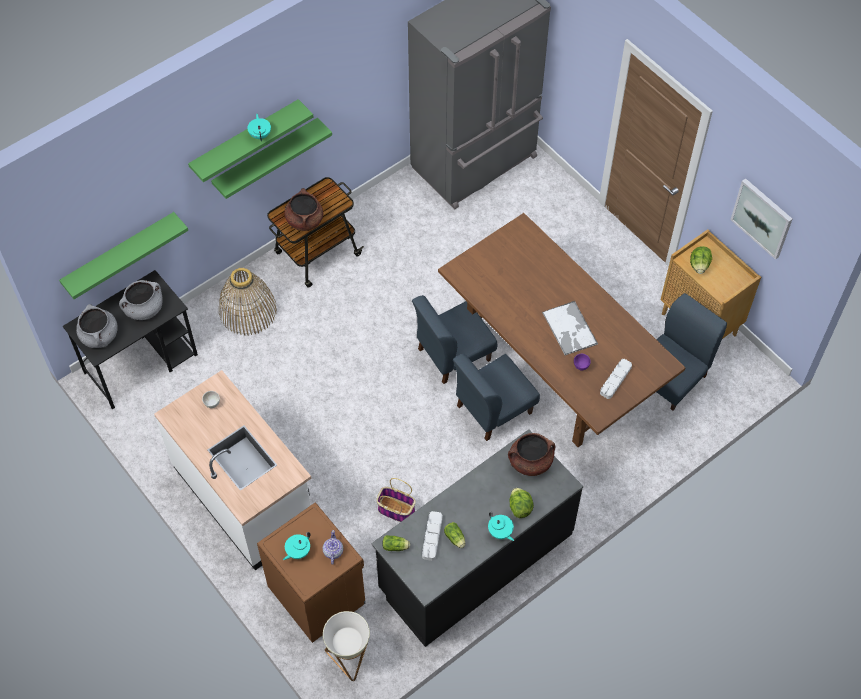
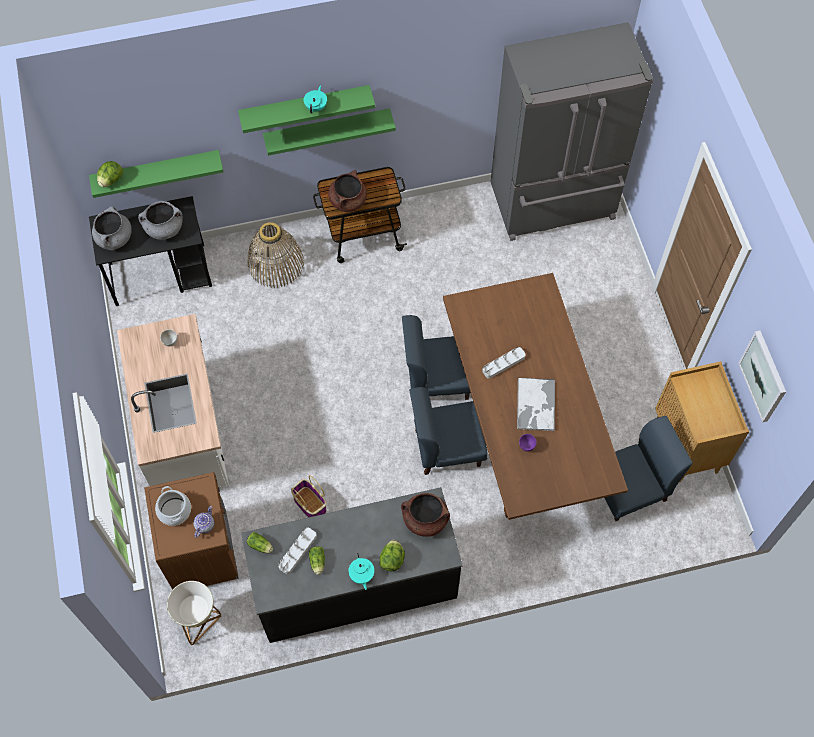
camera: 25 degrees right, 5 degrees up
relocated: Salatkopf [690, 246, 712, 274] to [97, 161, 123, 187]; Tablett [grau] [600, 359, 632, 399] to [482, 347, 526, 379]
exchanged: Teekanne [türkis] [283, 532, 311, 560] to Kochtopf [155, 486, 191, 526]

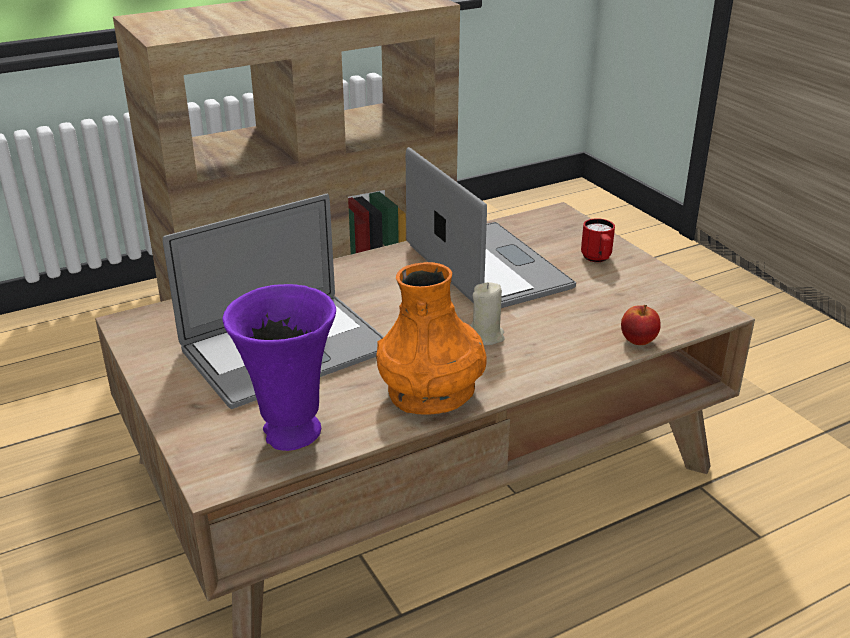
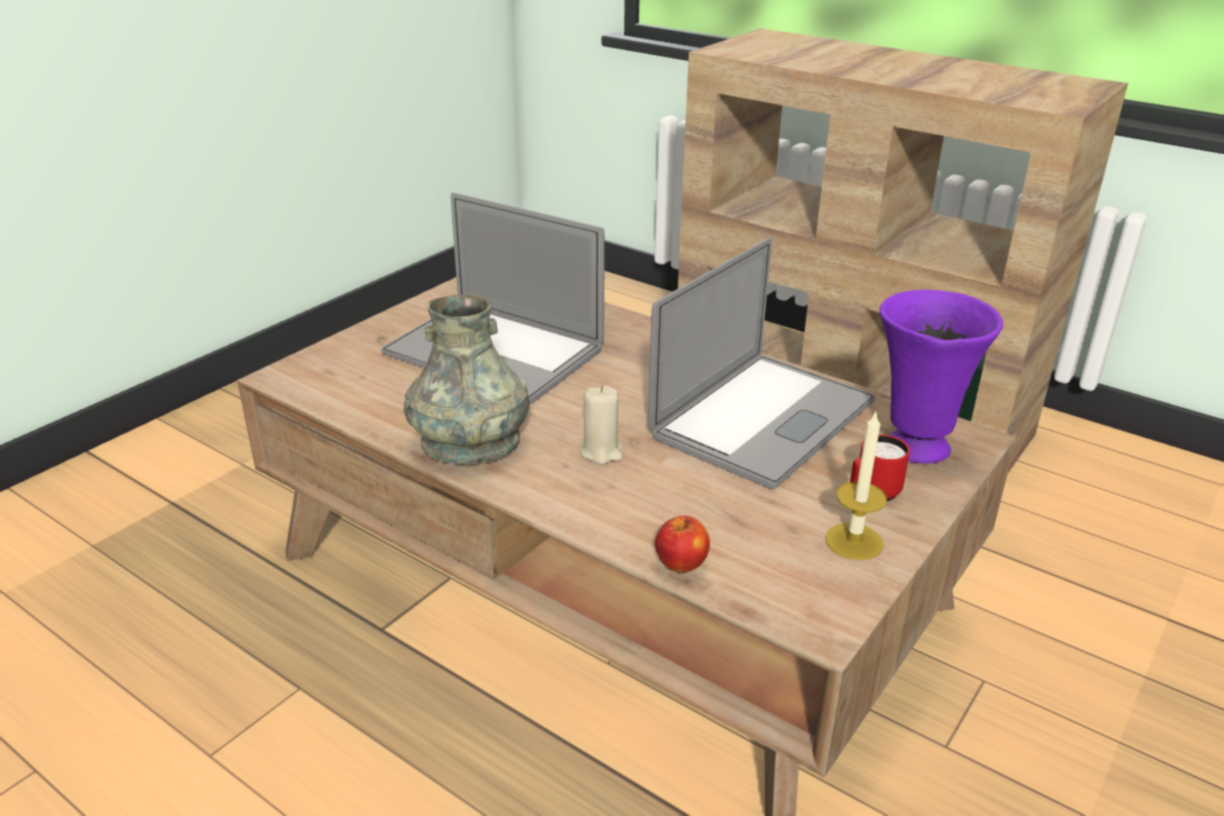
camera: 65 degrees right, 0 degrees up
appeared: Kerze [825, 410, 887, 560]
relocated: Vase [lila] [222, 284, 336, 451] to [880, 290, 1003, 464]
colour: Vase [orange] [376, 262, 487, 415] to Vase [grau] [404, 294, 530, 465]

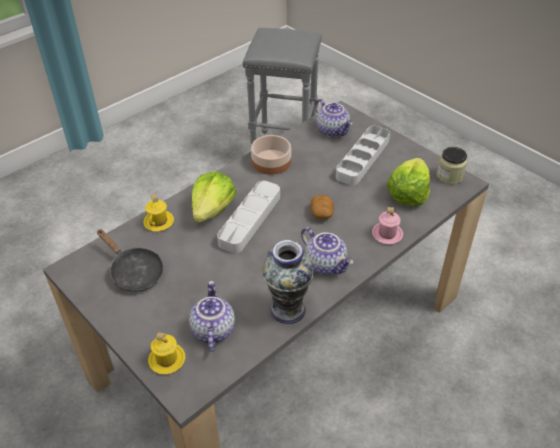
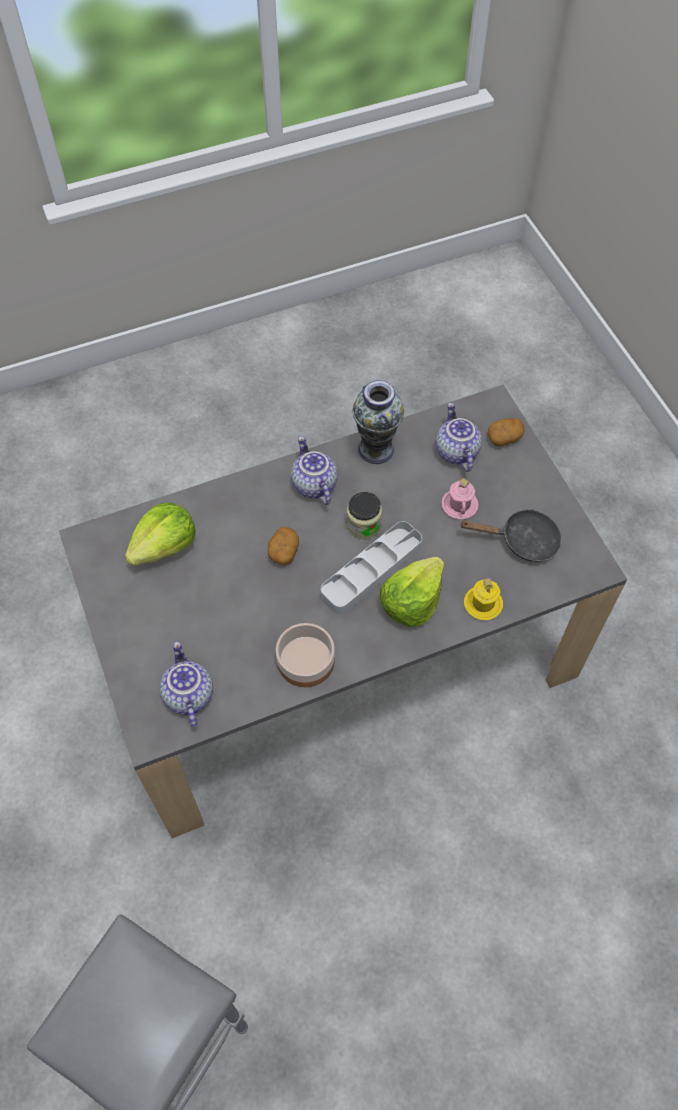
camera: 160 degrees left, 15 degrees up
missing: Tablett [grau] [336, 126, 390, 185]
relocated: Vorratsglas [437, 147, 467, 184] to [347, 492, 382, 539]; Henkelbecher [rosa] [372, 207, 403, 244] to [441, 478, 479, 519]
exchanged: Henkelbecher [gelb] [148, 332, 185, 374] to Kartoffel [488, 418, 525, 446]
spun: Teekanne [189, 281, 235, 352] = [436, 402, 482, 472] 150 degrees clockwise; Pfanne [schwarz] [97, 229, 163, 292] = [460, 509, 562, 562] 120 degrees clockwise

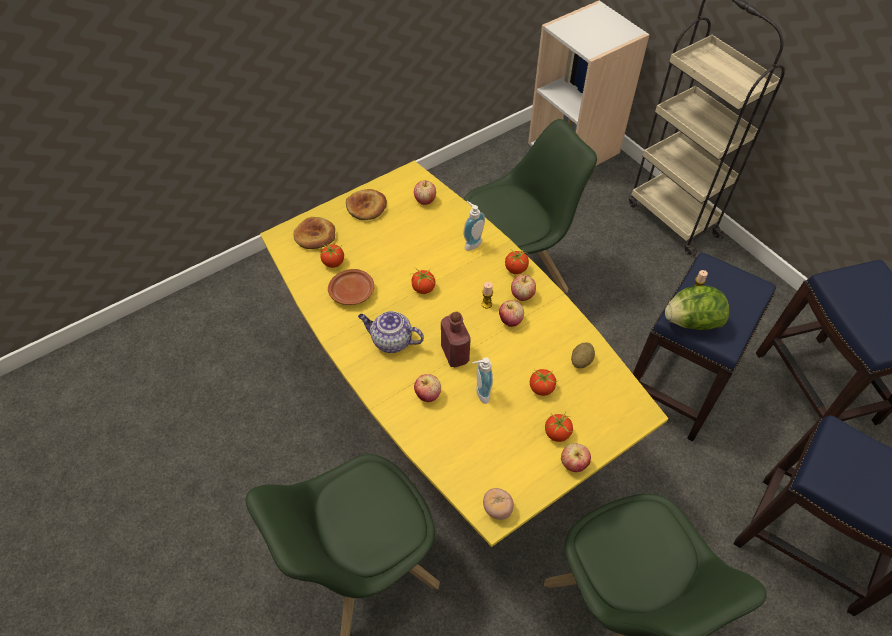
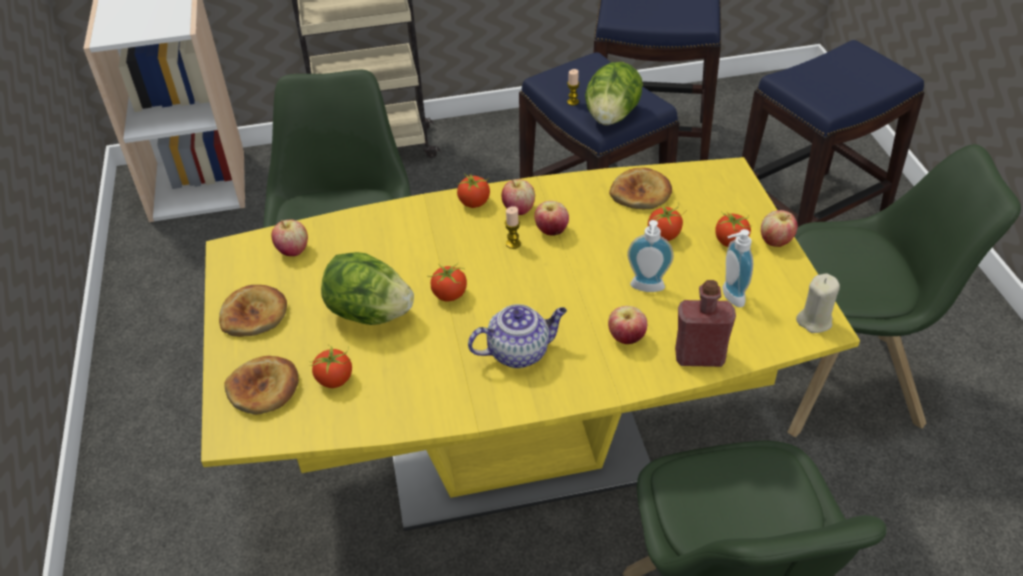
camera: 65 degrees left, 10 degrees down
missing: Teller [braun] [328, 269, 374, 305]
appeared: Salatkopf [321, 252, 414, 325]
relocated: Flasche [rot] [441, 312, 471, 367] to [675, 280, 736, 367]; Seifenspender [463, 201, 485, 251] to [722, 229, 753, 307]
exchanged: Kartoffel [571, 343, 595, 368] to Brot [609, 168, 672, 209]; Tomate [483, 488, 514, 520] to Kerze [beige] [796, 273, 840, 333]
spun: Teekanne [358, 311, 424, 353] = [468, 304, 567, 368] 150 degrees counterclockwise

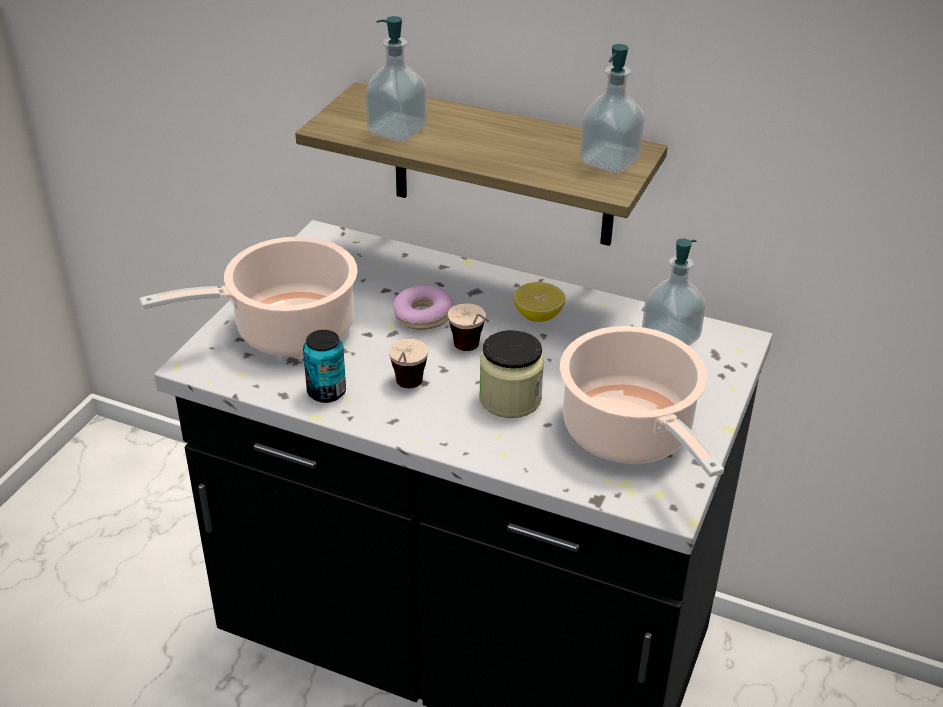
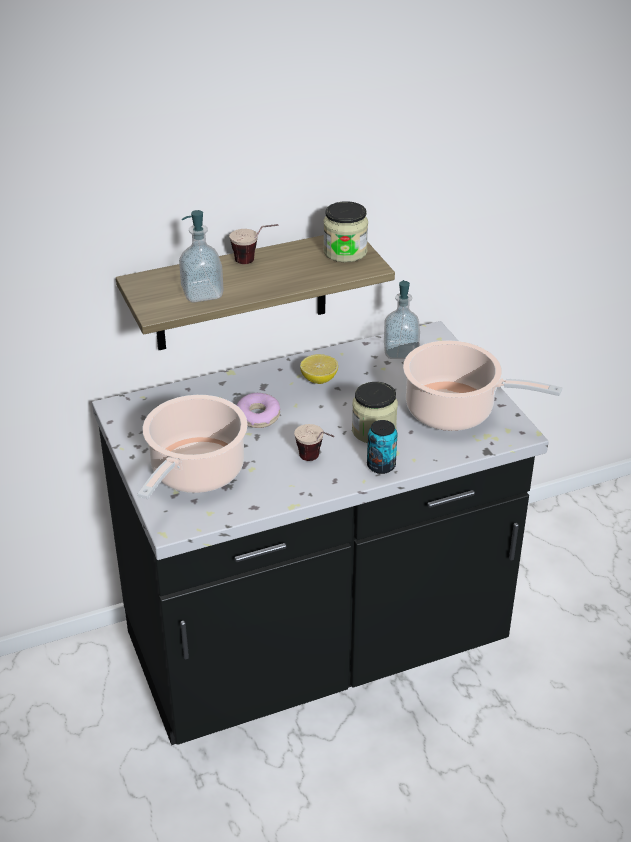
camera: 45 degrees left, 0 degrees up
relocated: Tasse [448, 303, 489, 351] to [229, 224, 279, 264]; Dose [303, 330, 346, 403] to [367, 420, 397, 474]
exchanged: Seifenspender [580, 44, 644, 173] to Vorratsglas [323, 201, 368, 262]

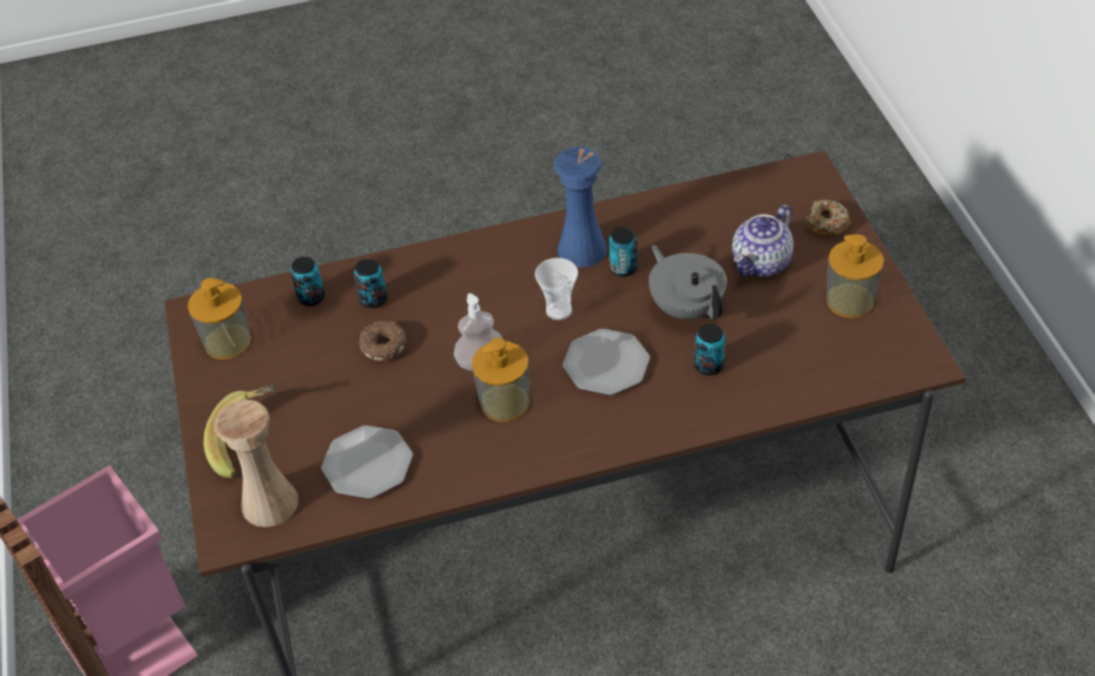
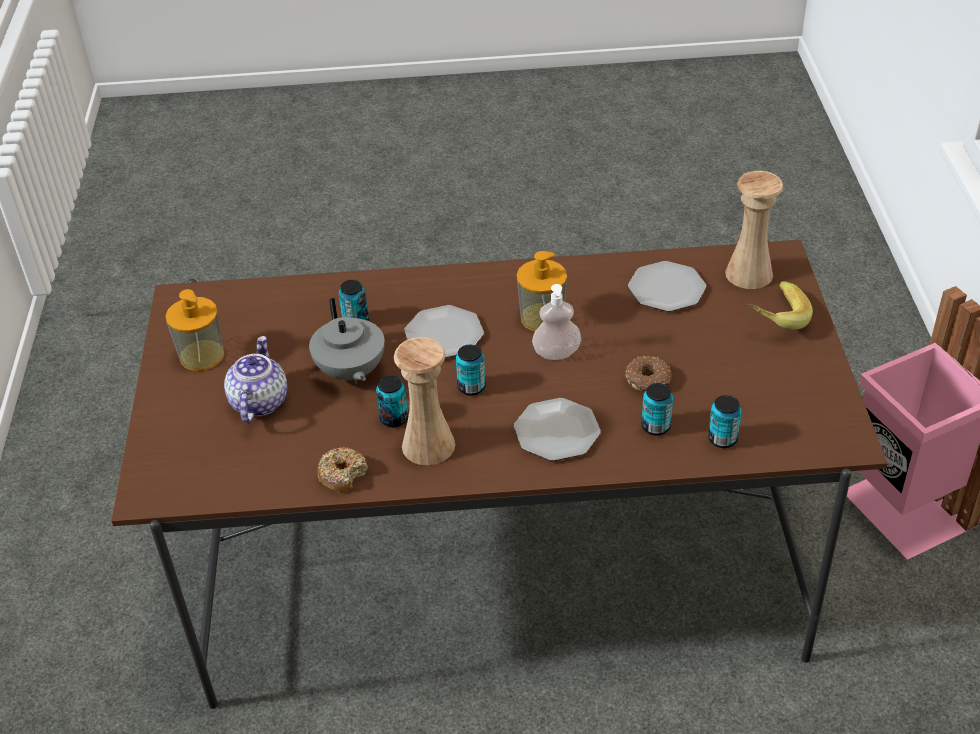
camera: 170 degrees left, 5 degrees down
missing: Seifenspender [188, 278, 251, 360]
appeared: Teller [514, 398, 601, 461]
relocated: Donut [805, 200, 851, 237] to [317, 447, 368, 492]
exchanged: Tasse [535, 258, 578, 320] to Dose [456, 345, 486, 396]
colour: Vase [blau] [554, 147, 607, 268] to Vase [beige] [394, 337, 455, 465]
spun: Teekanne [732, 205, 794, 277] = [224, 336, 287, 424] 45 degrees counterclockwise

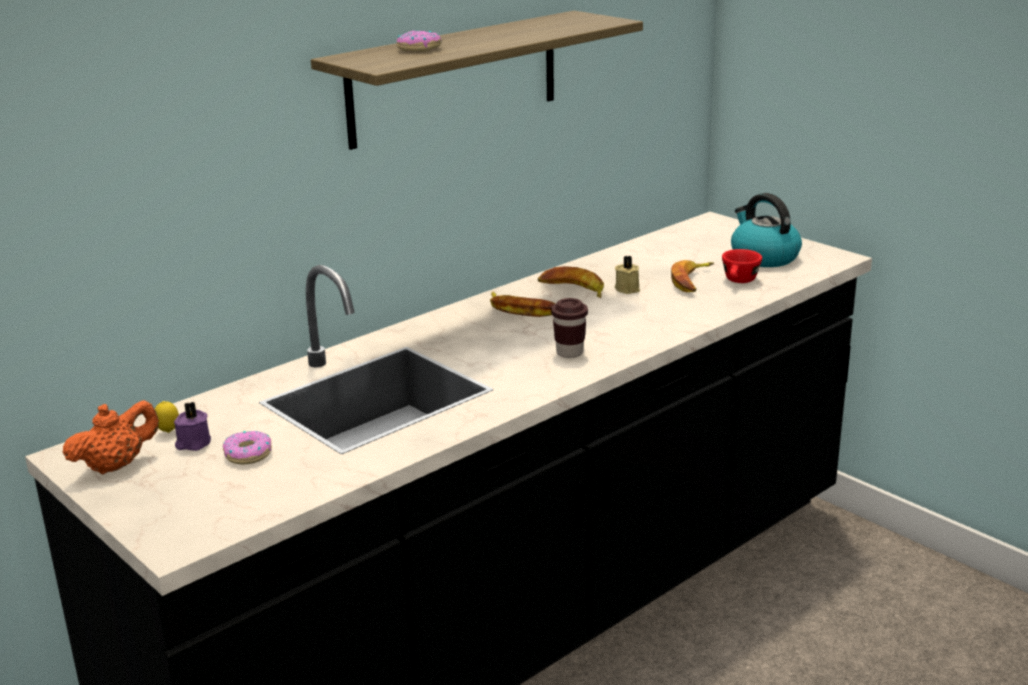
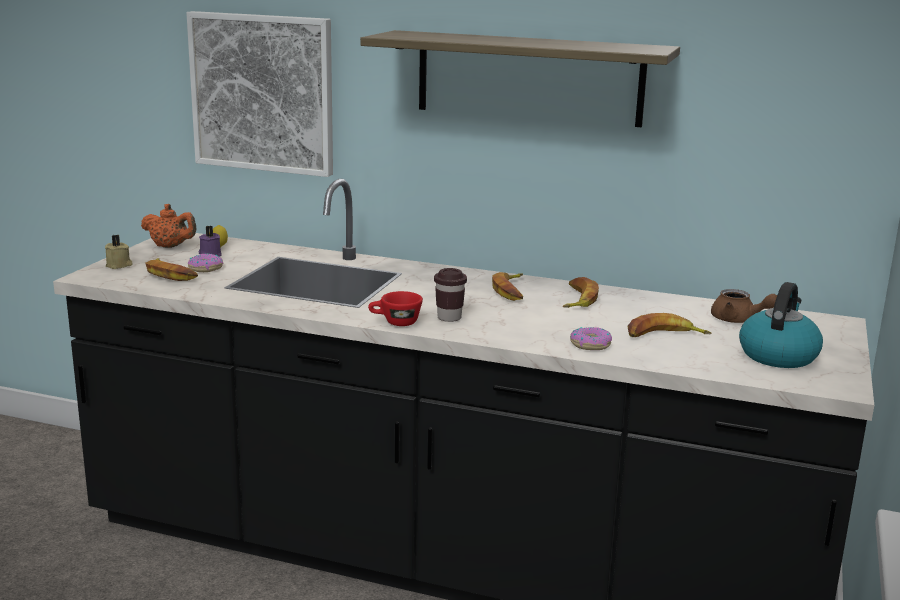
camera: 60 degrees right, 5 degrees down
appeared: Banane [145, 258, 198, 281]; Bild [186, 11, 333, 177]; Teekanne [braun] [711, 289, 777, 323]
relocated: Kerze [beige] [615, 256, 640, 294] to [105, 235, 133, 269]; Tasse [rot] [722, 249, 762, 283] to [368, 291, 423, 326]; Donut [397, 30, 442, 52] to [570, 327, 612, 350]

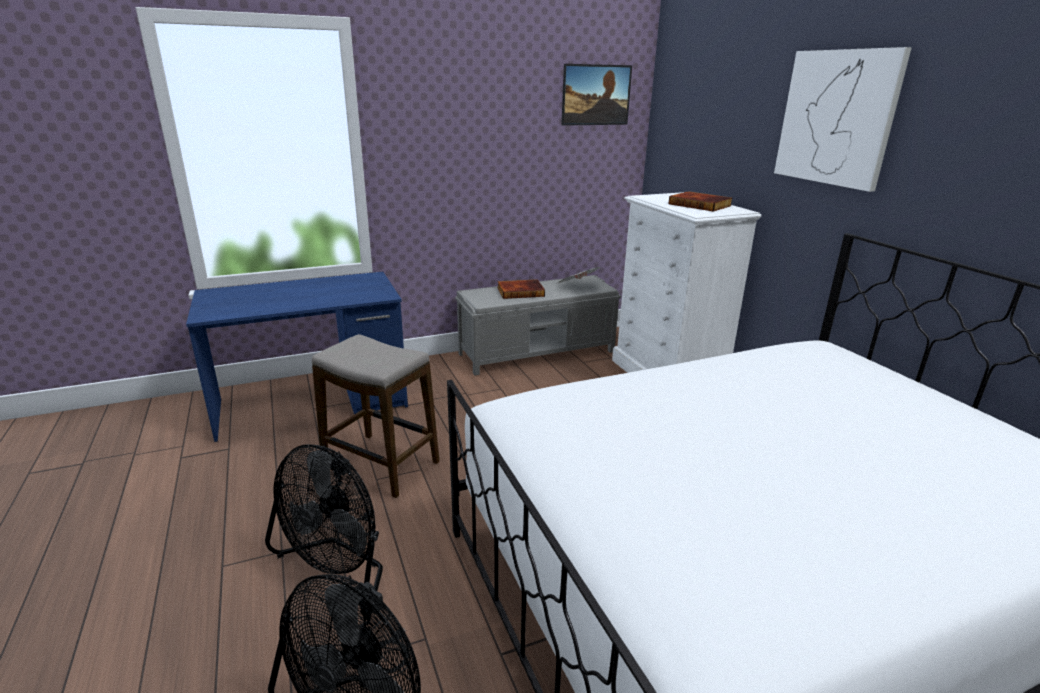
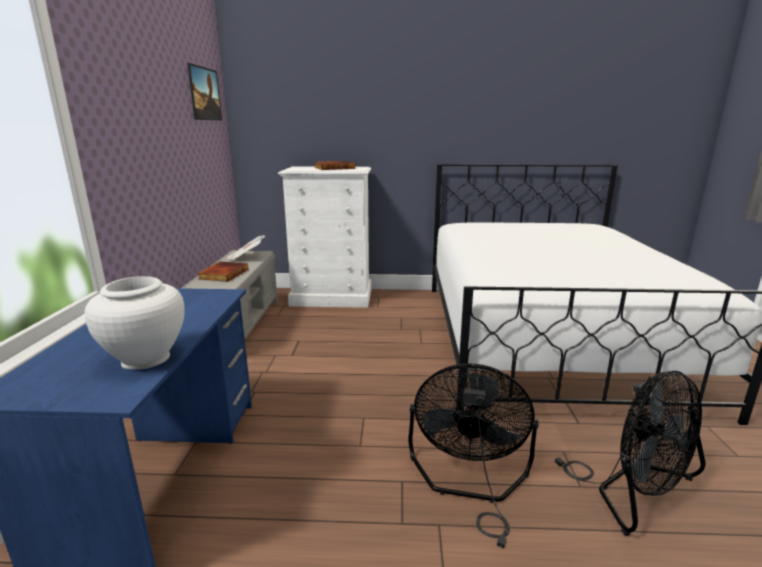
camera: 65 degrees left, 5 degrees down
missing: Hocker [312, 334, 440, 498]; Bild [774, 47, 912, 192]
appeared: Vase [weiß] [84, 276, 185, 370]
spun: Ventilator [schwarz] [265, 444, 383, 615] = [408, 364, 539, 548] 135 degrees counterclockwise

